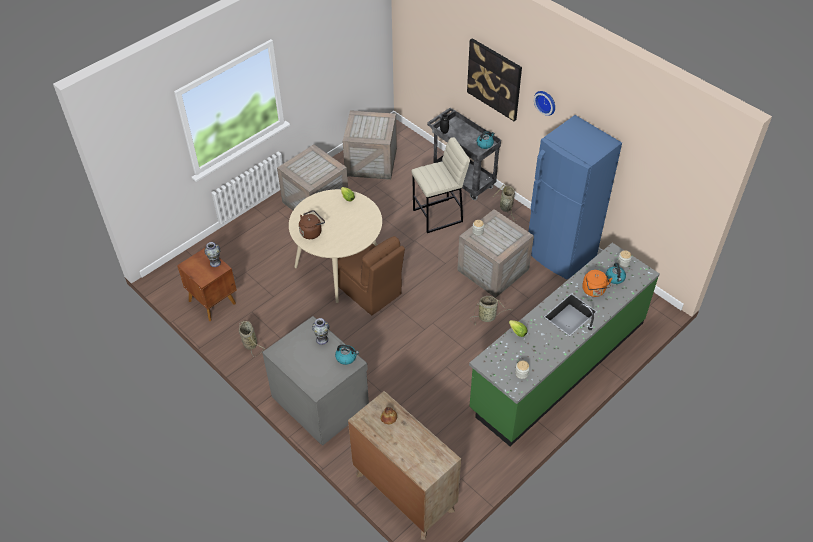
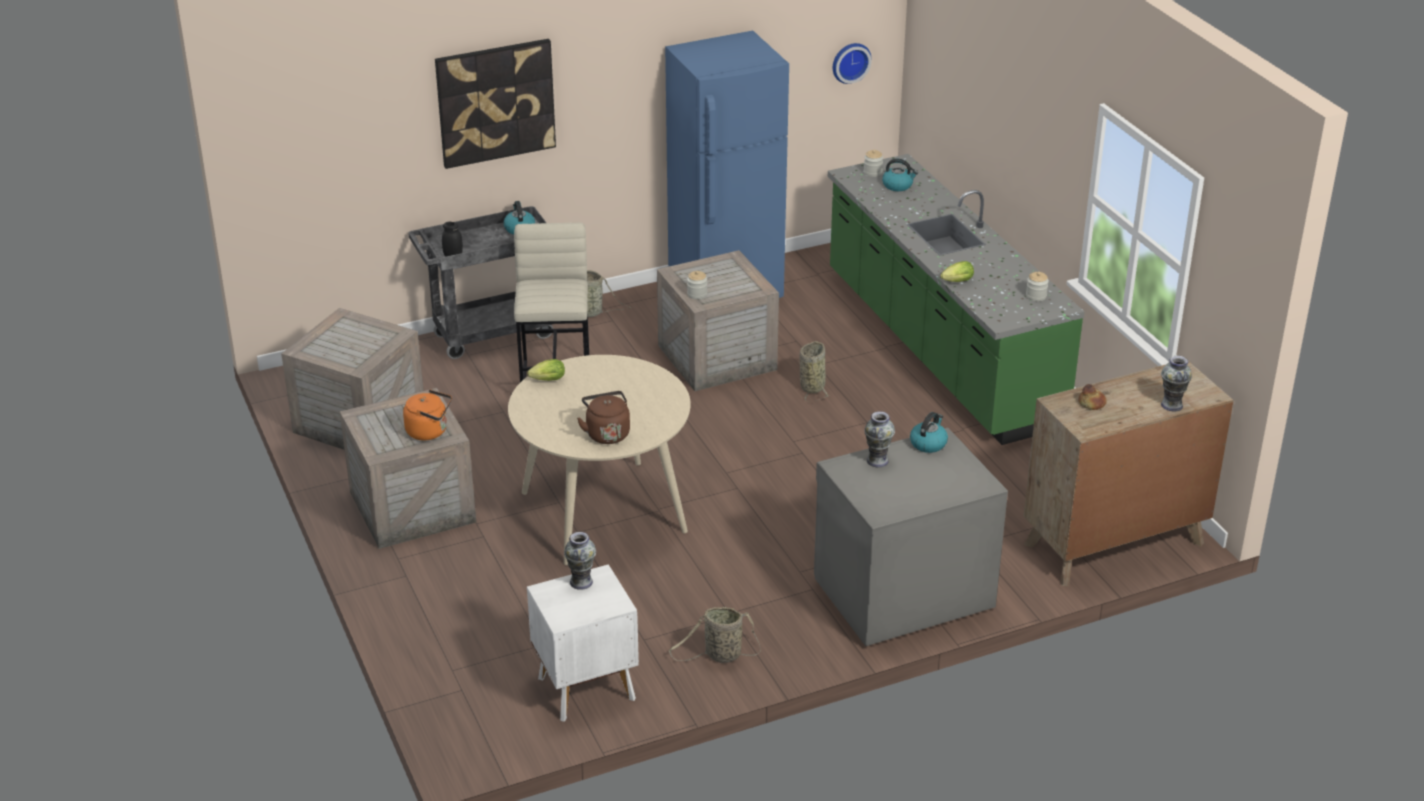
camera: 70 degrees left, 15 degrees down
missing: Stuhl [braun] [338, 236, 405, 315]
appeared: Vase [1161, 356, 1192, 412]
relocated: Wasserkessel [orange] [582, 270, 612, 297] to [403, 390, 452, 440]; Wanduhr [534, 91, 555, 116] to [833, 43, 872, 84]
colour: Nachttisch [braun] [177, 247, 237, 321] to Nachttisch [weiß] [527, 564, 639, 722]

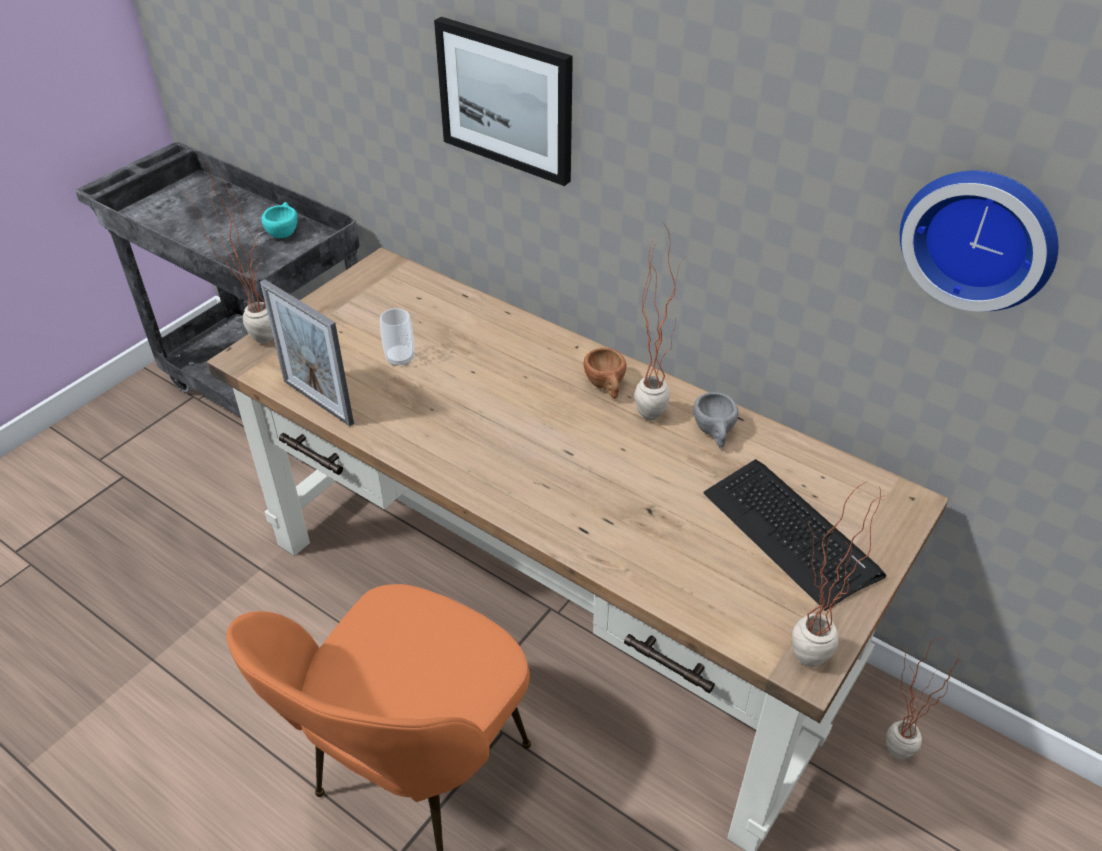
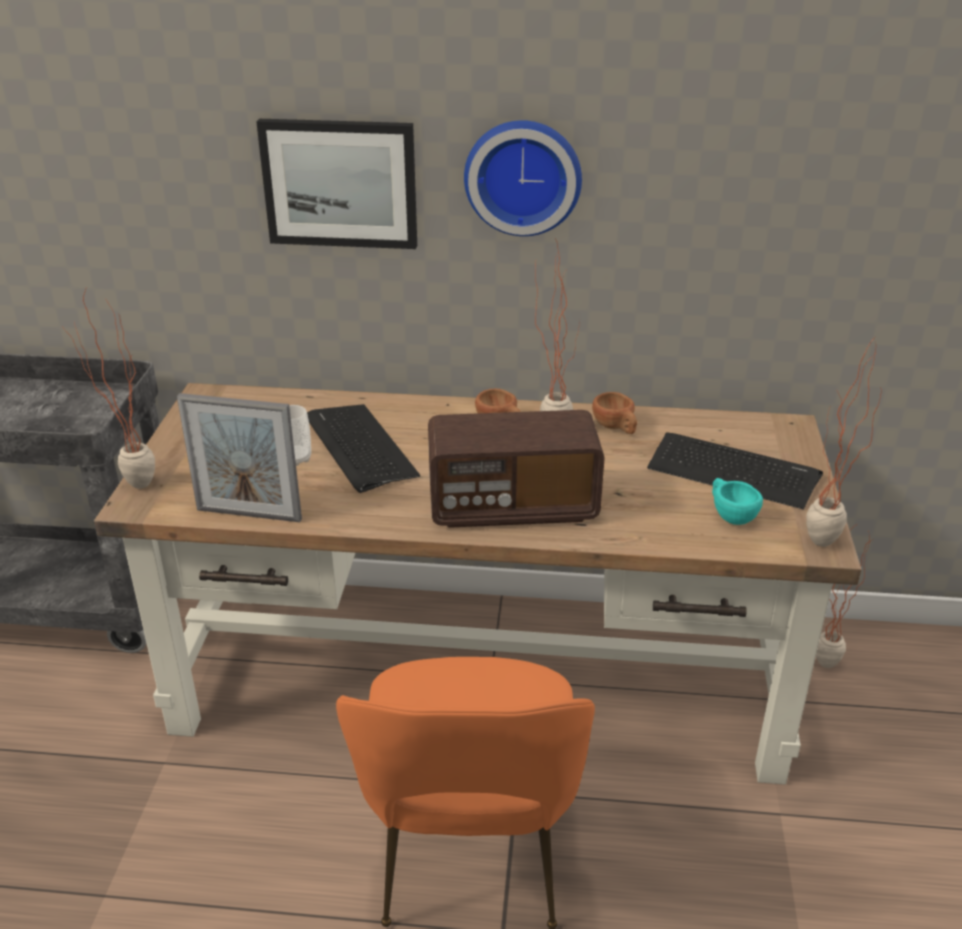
camera: 30 degrees left, 10 degrees down
appeared: Tastatur [307, 404, 420, 493]; Radio [428, 410, 605, 528]
relocated: Wanduhr [900, 171, 1058, 311] to [464, 120, 582, 236]; Tasse [türkis] [261, 202, 298, 238] to [712, 478, 763, 525]
colour: Tasse [grau] [693, 392, 739, 448] to Tasse [braun] [592, 392, 637, 434]

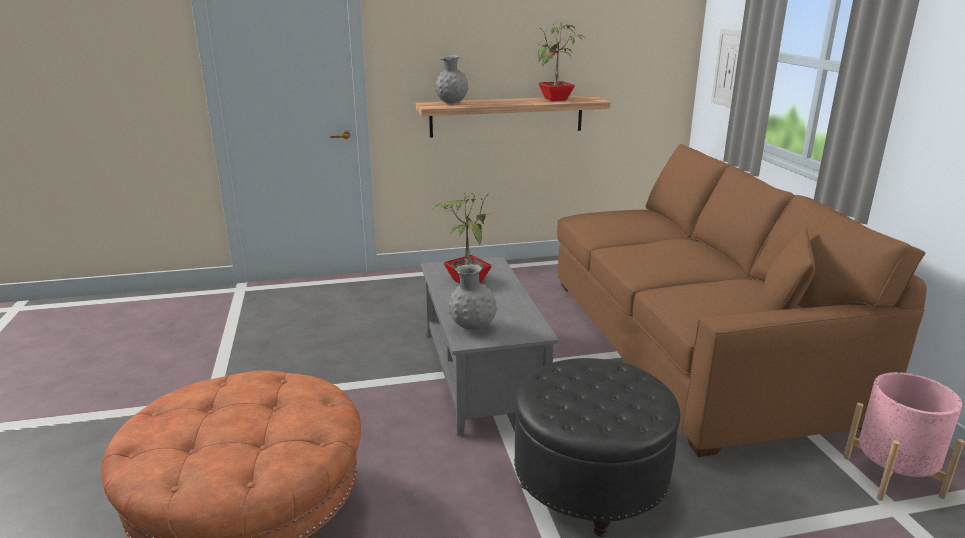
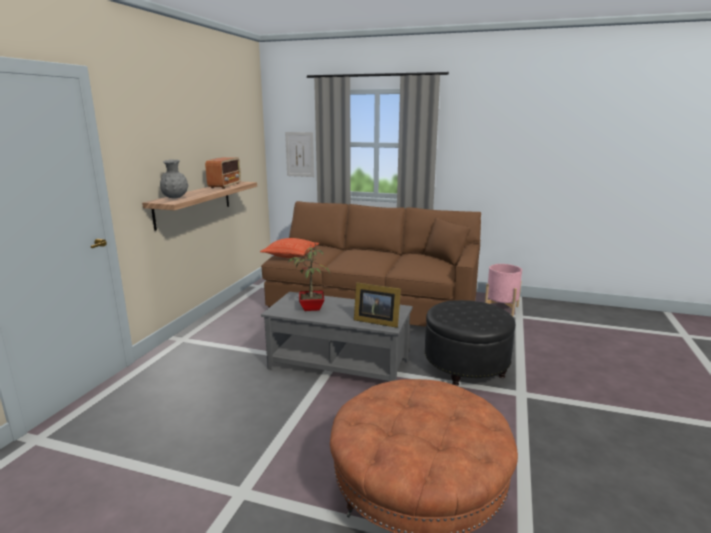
camera: 60 degrees left, 5 degrees down
appeared: Kissen [orange] [260, 238, 319, 258]
exchanged: Topfpflanze [538, 21, 584, 101] to Radio [205, 157, 241, 189]; Vase [grau] [448, 264, 497, 330] to Bilderrahmen [354, 282, 401, 328]

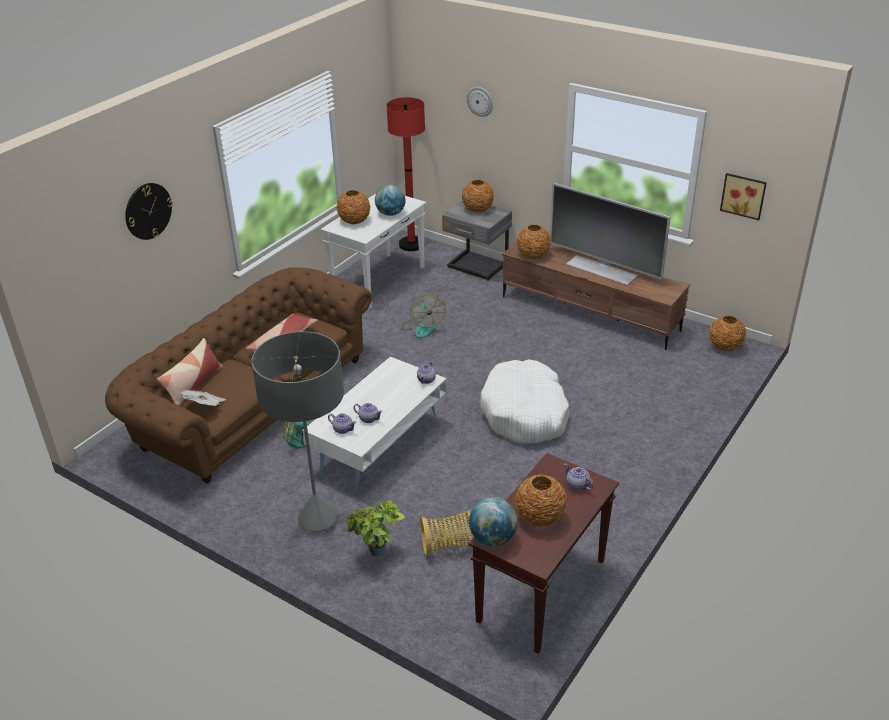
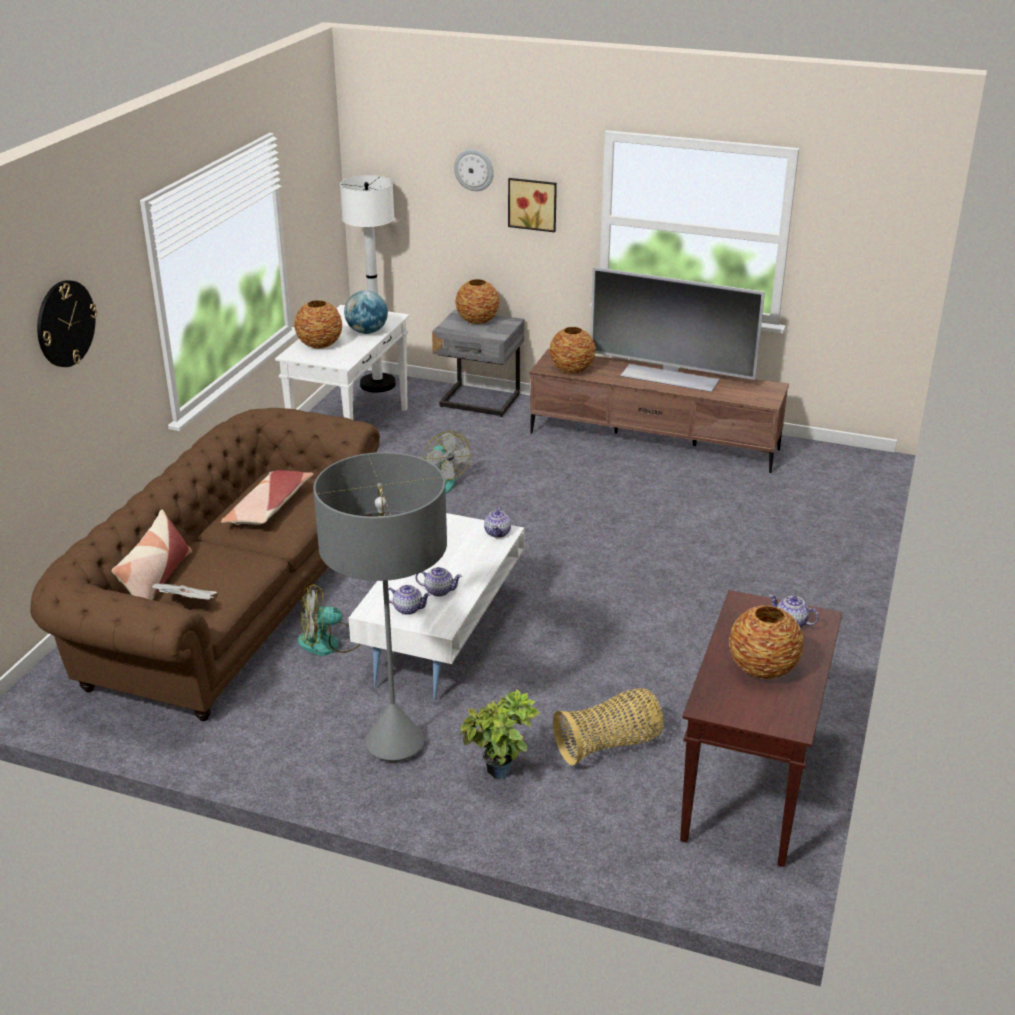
camera: 15 degrees left, 5 degrees down
missing: Globus [469, 497, 518, 546]; Hundebett [weiß] [480, 360, 570, 443]; Vase [709, 315, 746, 351]
relocated: Bild [720, 173, 767, 220] to [508, 178, 557, 232]
colour: Stehlampe [rot] [387, 97, 425, 251] to Stehlampe [weiß] [340, 175, 396, 392]

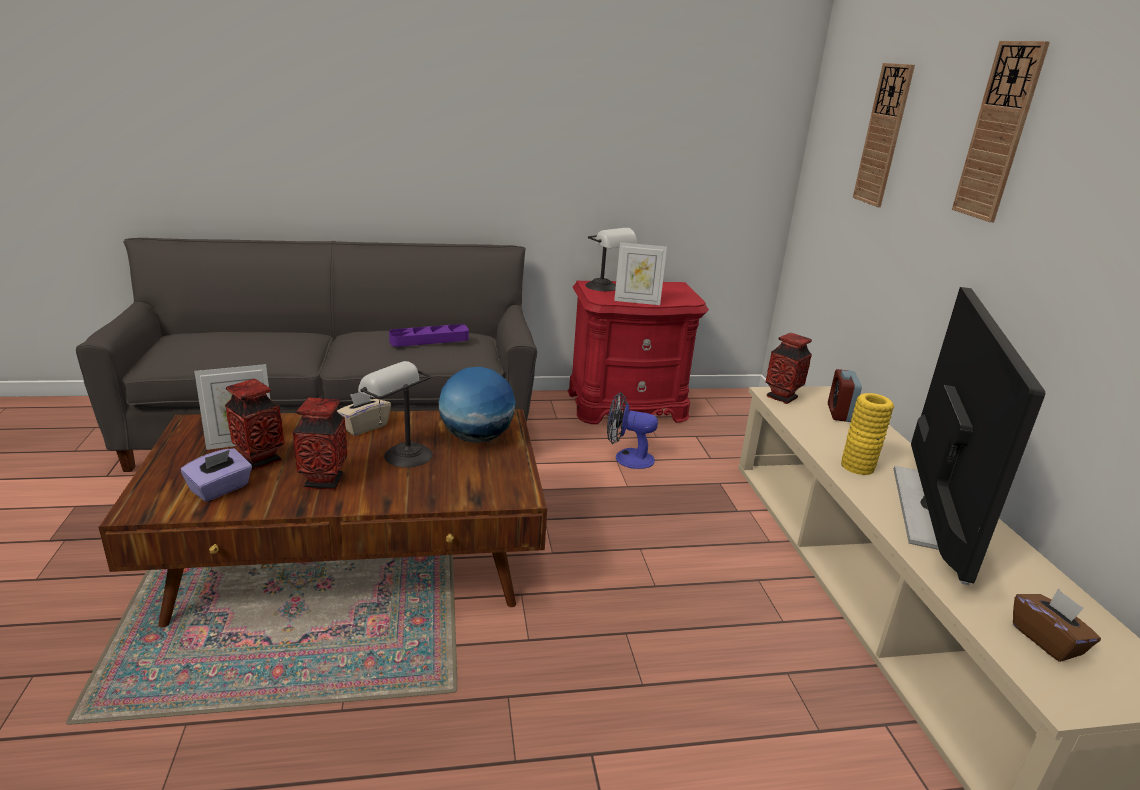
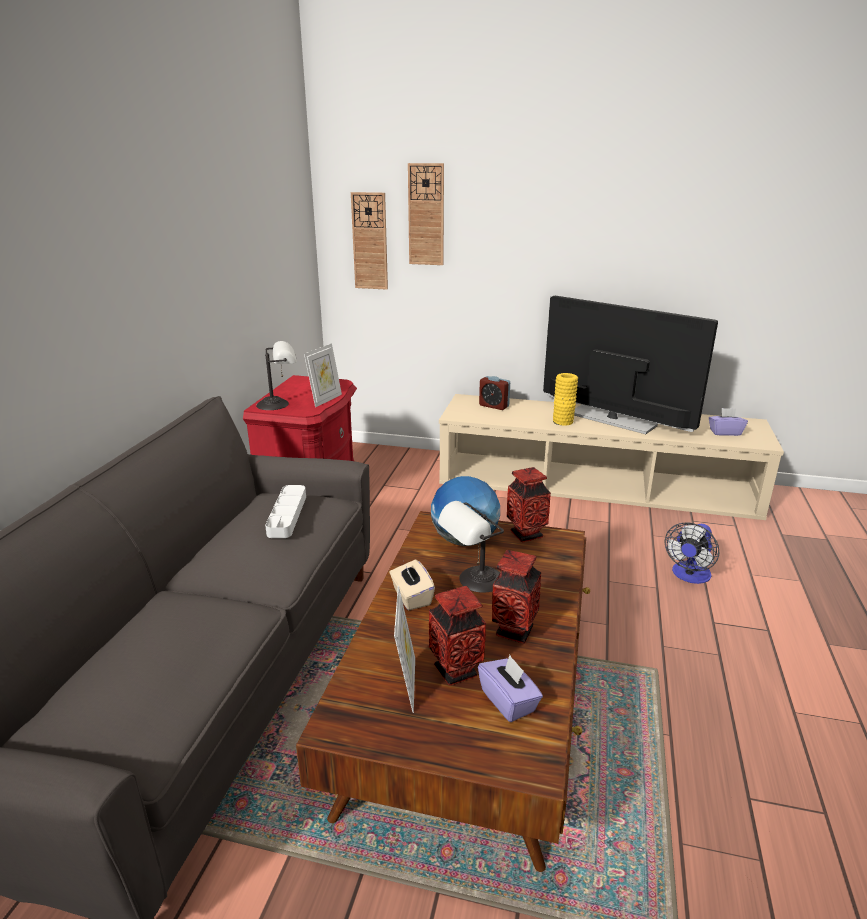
camera: 65 degrees left, 0 degrees up
relocated: Wanduhr [952, 41, 1050, 222] to [351, 192, 388, 290]; Vase [765, 333, 812, 404] to [507, 467, 551, 543]; Ventilator [607, 392, 658, 469] to [665, 522, 719, 584]
colour: Tablett [lila] [389, 324, 469, 347] to Tablett [grau] [265, 485, 306, 538]; Taschentuchbox [braun] [1013, 589, 1101, 662] to Taschentuchbox [lila] [709, 408, 748, 436]

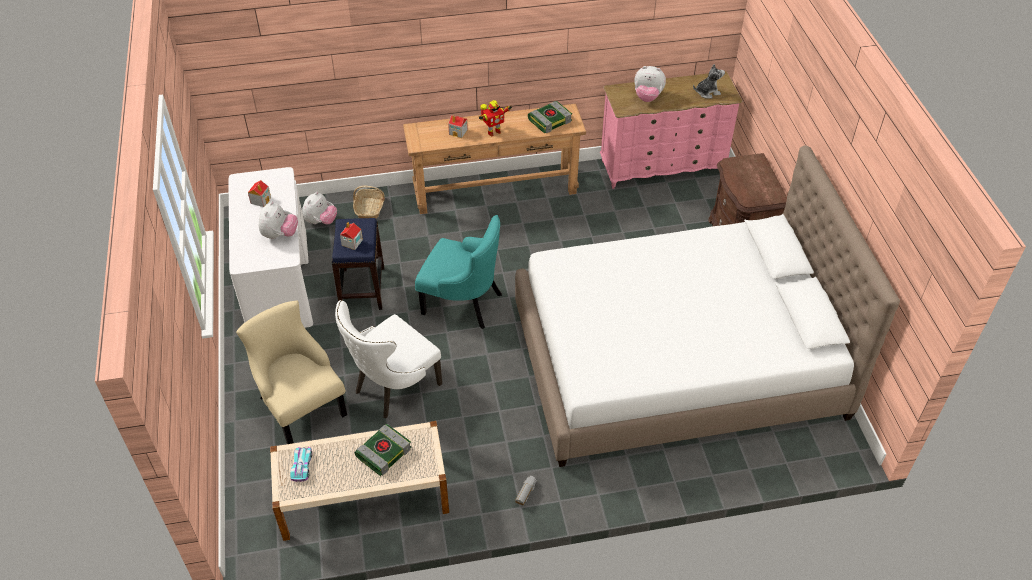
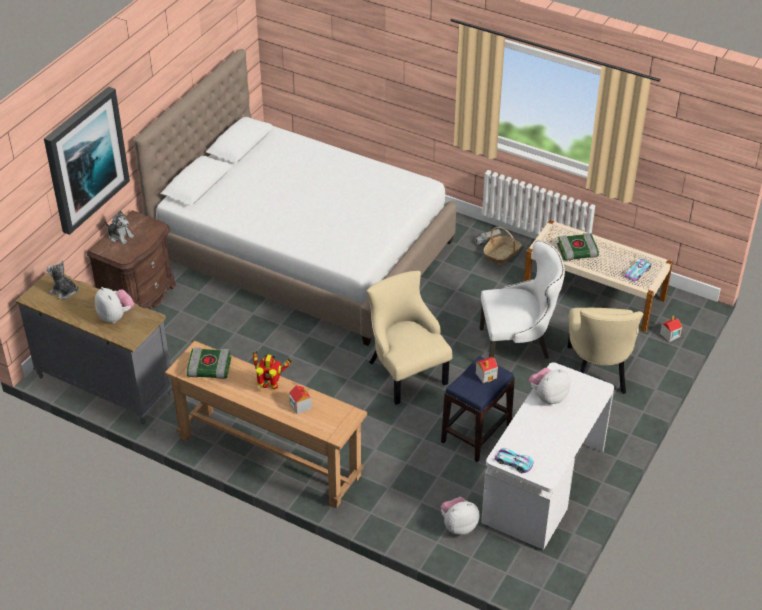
camera: 140 degrees left, 5 degrees down
appeared: Bild [44, 87, 130, 235]; Plüschtier [105, 210, 134, 244]; Spielzeugauto [495, 448, 534, 473]
relocated: Korb [353, 186, 385, 219] to [483, 227, 522, 265]; Spielzeughaus [248, 180, 271, 207] to [660, 316, 682, 342]
colour: Kommode [rosa] [600, 71, 742, 189] to Kommode [grau] [16, 273, 172, 424]; Stuhl [türkis] [415, 215, 502, 329] to Stuhl [beige] [367, 271, 453, 405]

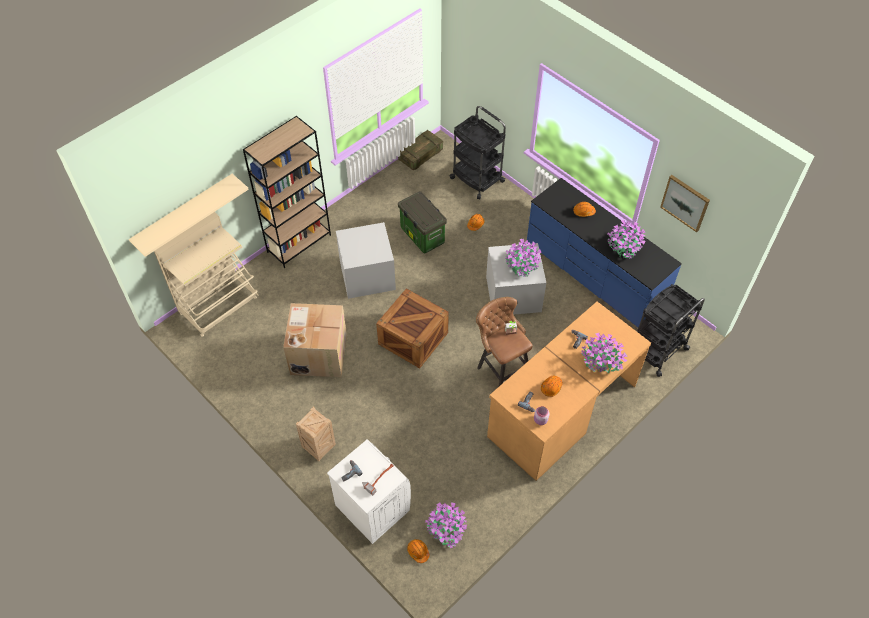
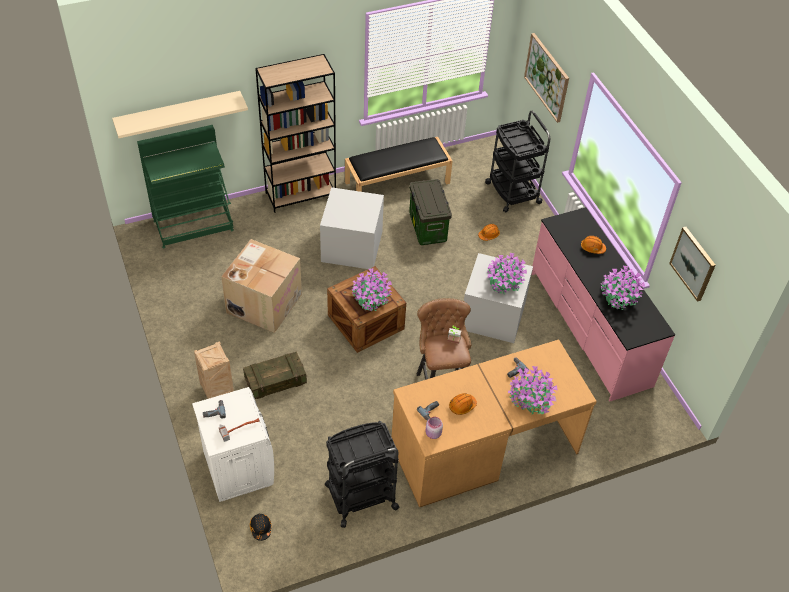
camera: 20 degrees right, 5 degrees down
appeared: Bank [schwarz] [345, 137, 453, 192]; Bild [524, 33, 569, 123]
relocated: Kiste [398, 130, 443, 171] to [243, 351, 307, 399]; Rollwagen [schwarz] [637, 284, 705, 377] to [325, 421, 399, 528]; Topfpflanze [425, 502, 467, 548] to [351, 268, 392, 311]
colour: Schuhregal [beige] [154, 212, 259, 336] to Schuhregal [grün] [137, 125, 234, 249]; Schutzhelm [orange] [407, 539, 430, 563] to Schutzhelm [schwarz] [250, 514, 271, 541]; Kommode [blau] [527, 178, 682, 327] to Kommode [rosa] [532, 207, 675, 402]

